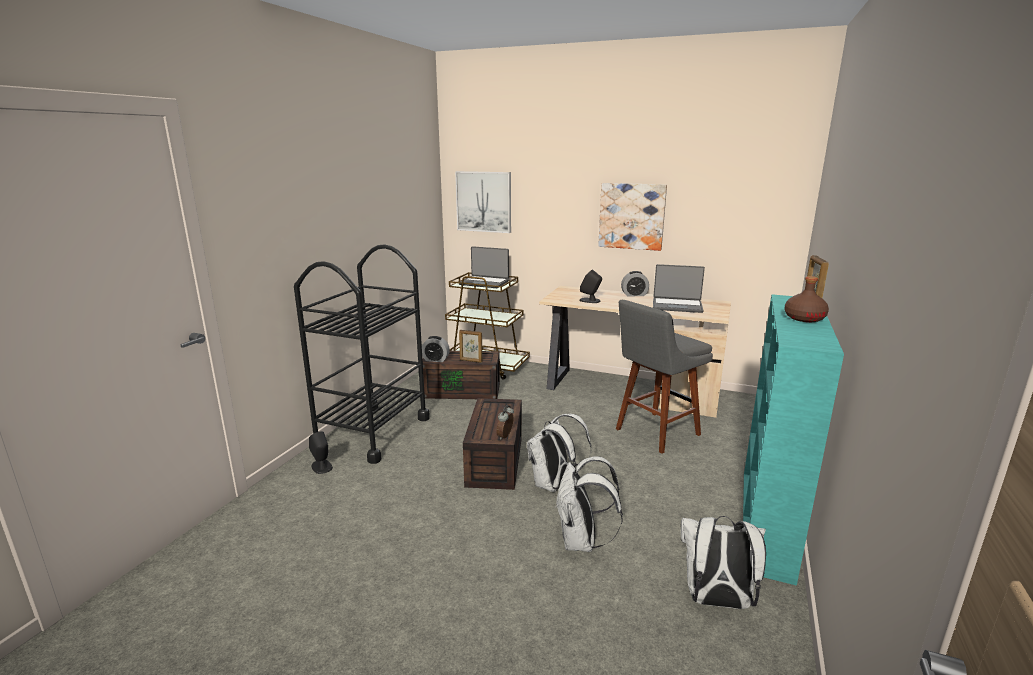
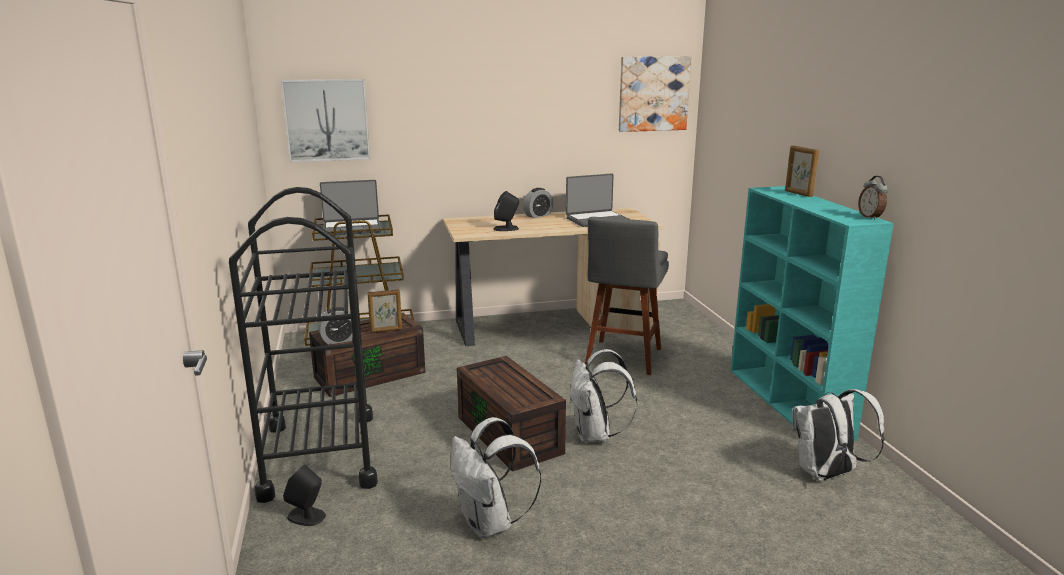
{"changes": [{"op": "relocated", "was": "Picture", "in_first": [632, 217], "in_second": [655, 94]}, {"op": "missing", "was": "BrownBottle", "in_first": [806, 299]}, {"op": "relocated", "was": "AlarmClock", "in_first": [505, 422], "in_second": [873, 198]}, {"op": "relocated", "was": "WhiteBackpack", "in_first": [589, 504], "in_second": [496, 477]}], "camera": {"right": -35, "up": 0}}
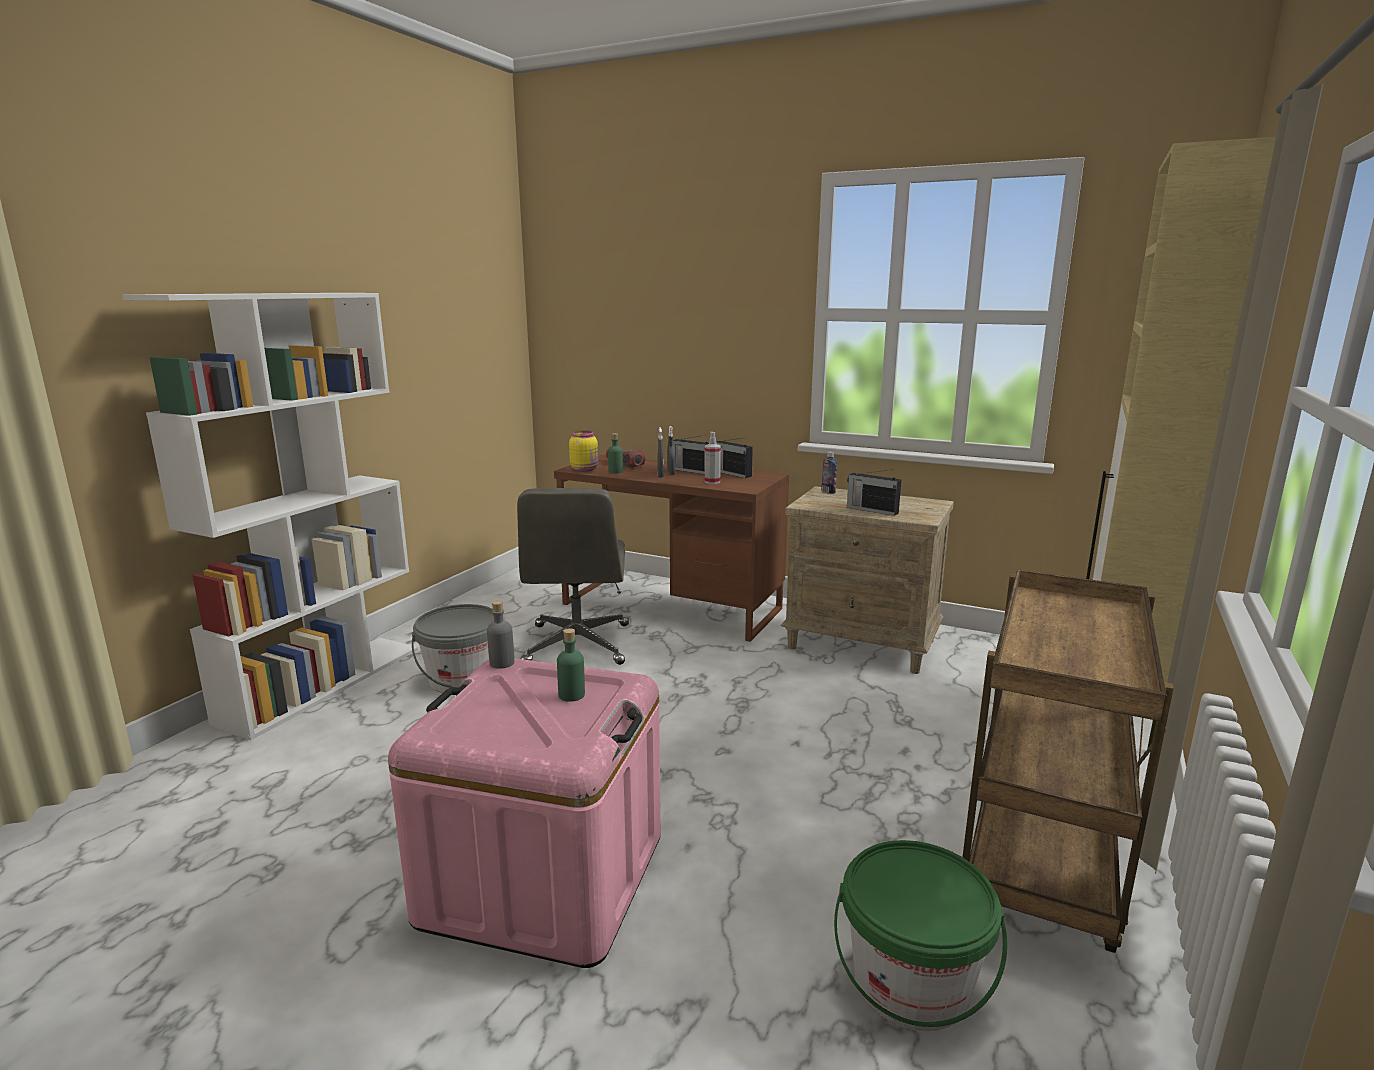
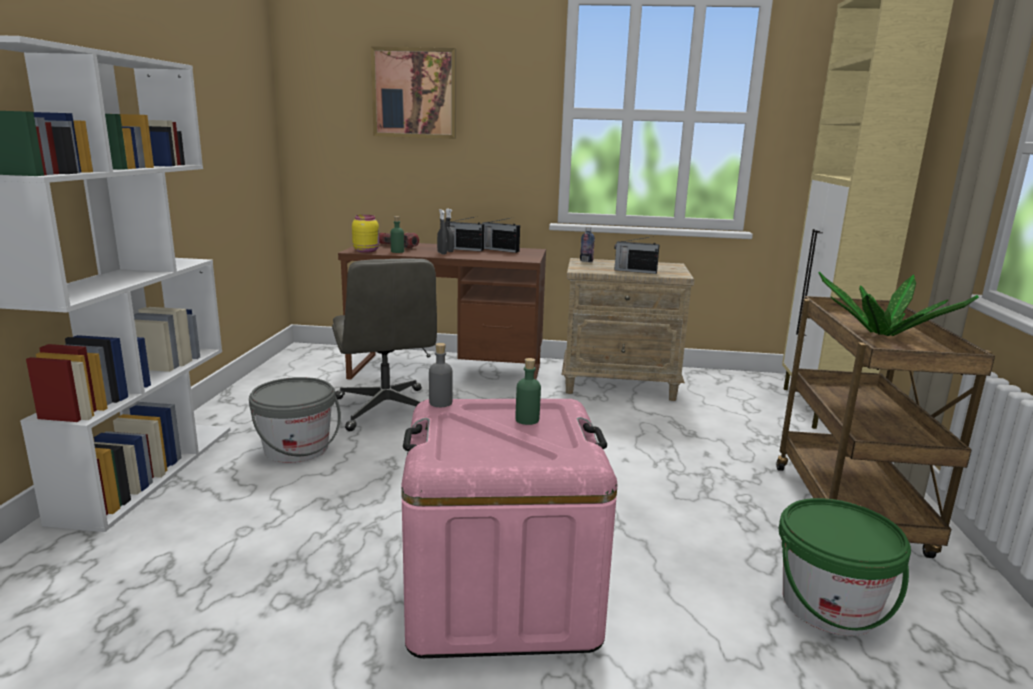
{"changes": [{"op": "missing", "was": "SprayBottle", "in_first": [712, 458]}, {"op": "appeared", "now": "Picture", "in_second": [413, 92]}, {"op": "appeared", "now": "PottedPlant", "in_second": [898, 304]}], "camera": {"right": -20, "up": 0}}
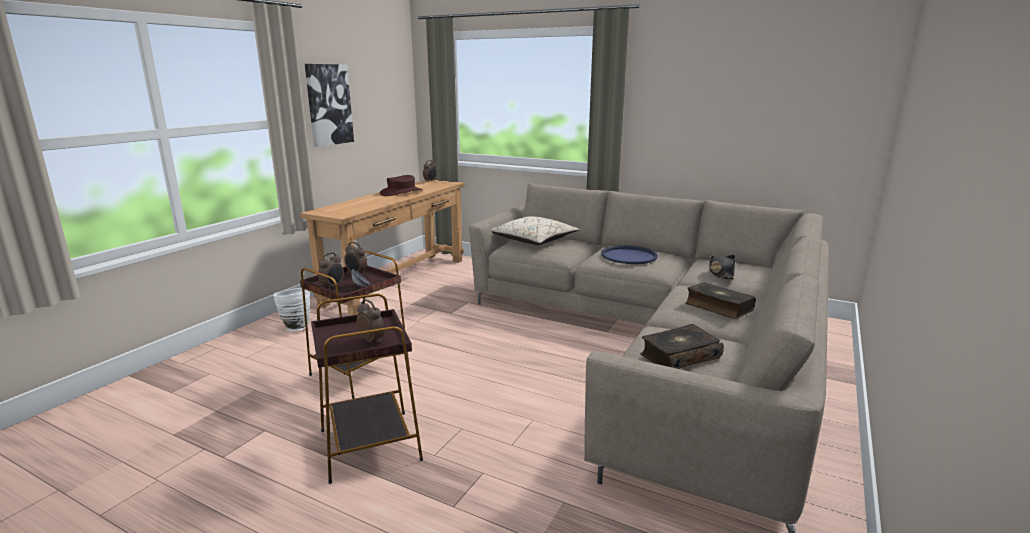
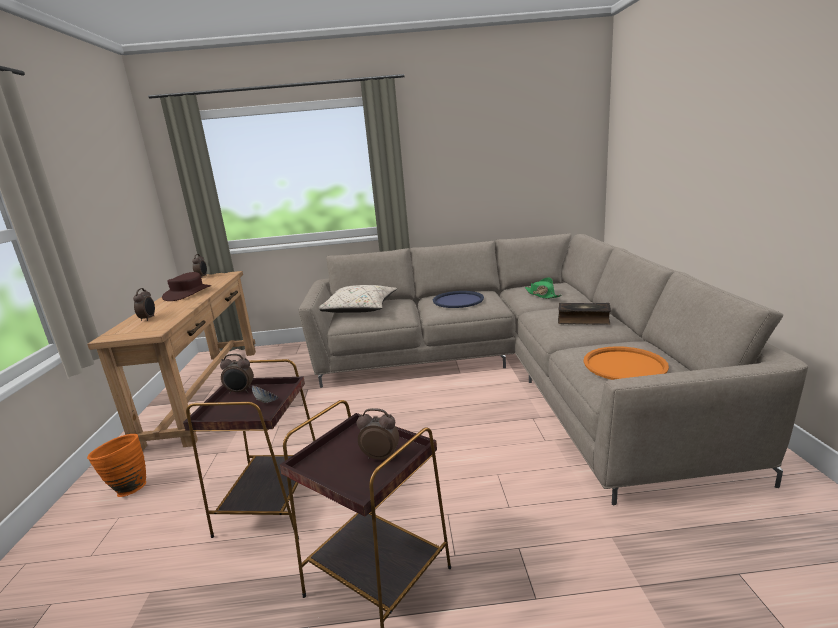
{"changes": [{"op": "missing", "was": "Picture", "in_first": [329, 105]}, {"op": "relocated", "was": "AlarmClock", "in_first": [331, 270], "in_second": [144, 304]}, {"op": "colour", "was": "BlackHat", "now": "GreenHat", "in_first": [722, 267], "in_second": [543, 288]}, {"op": "colour", "was": "WhiteVase", "now": "OrangeVase", "in_first": [291, 309], "in_second": [116, 465]}, {"op": "exchanged", "was": "Book", "now": "OrangeTray", "in_first": [682, 346], "in_second": [626, 363]}], "camera": {"right": -30, "up": 0}}
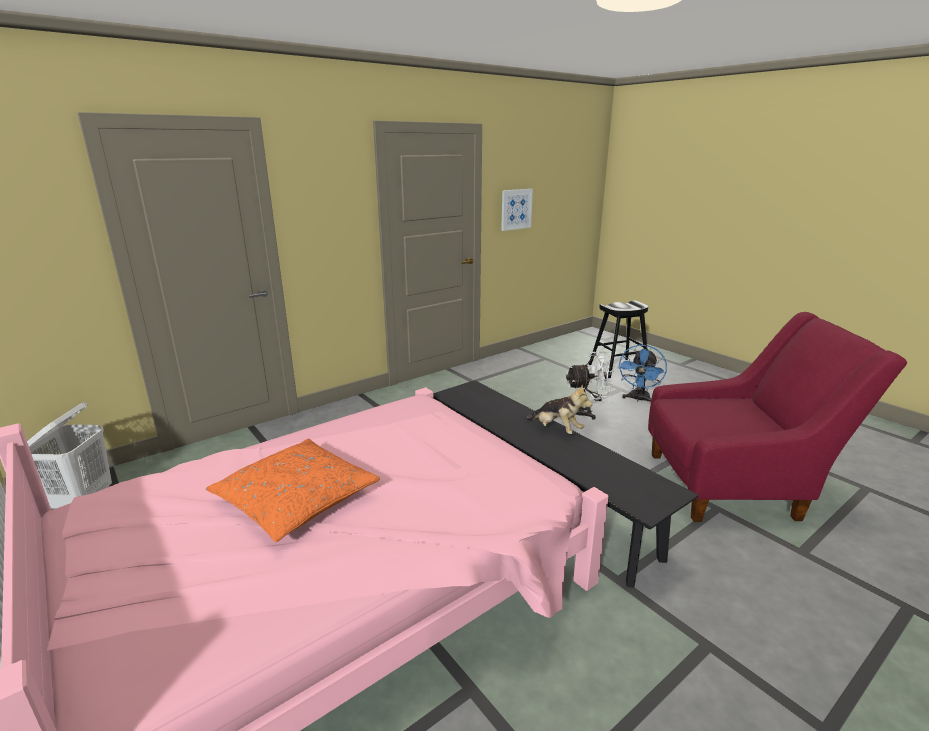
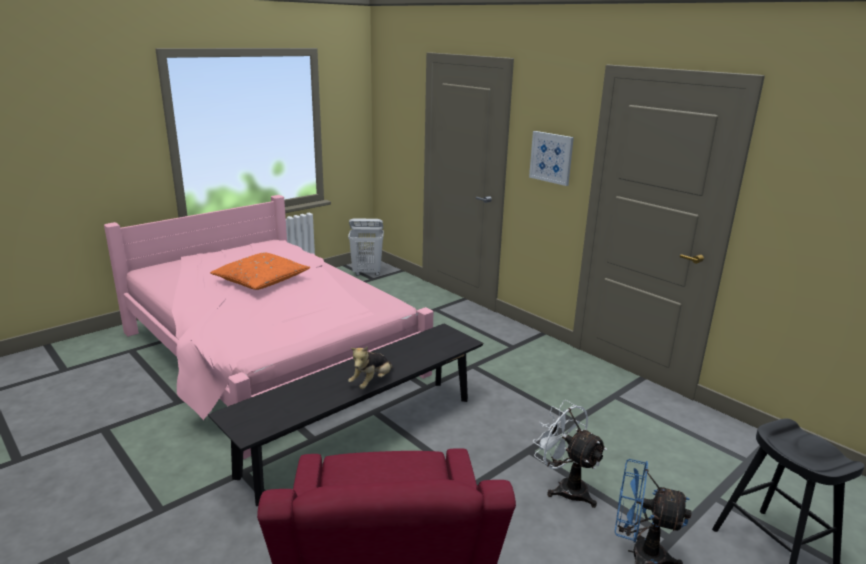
{"changes": [{"op": "relocated", "was": "Picture", "in_first": [517, 210], "in_second": [551, 158]}, {"op": "spun", "was": "WhiteFan", "in_first": [590, 386], "in_second": [570, 454], "clockwise": 150}], "camera": {"right": 85, "up": 0}}
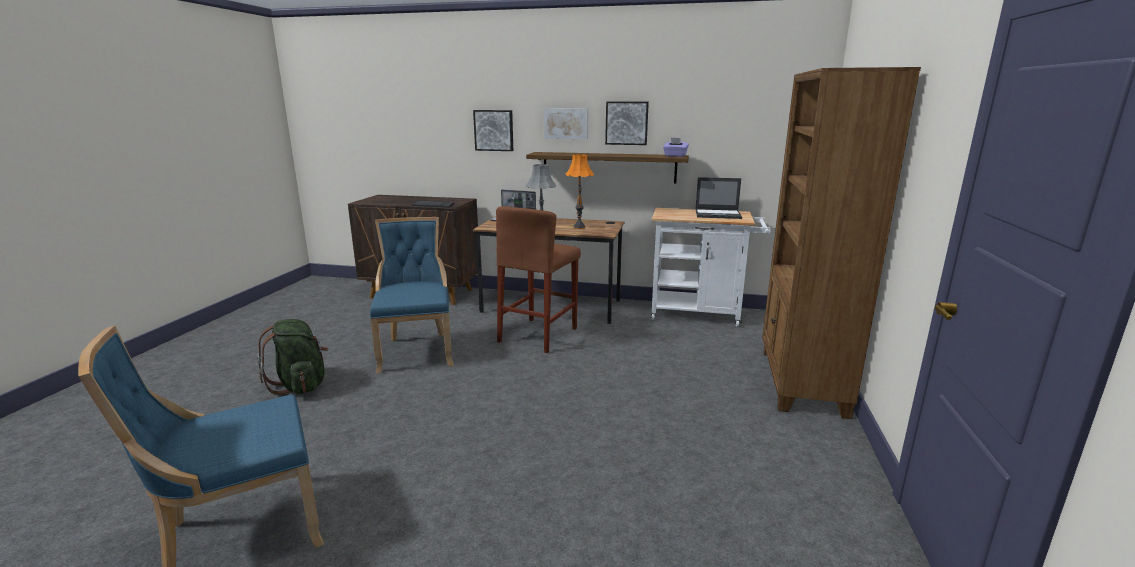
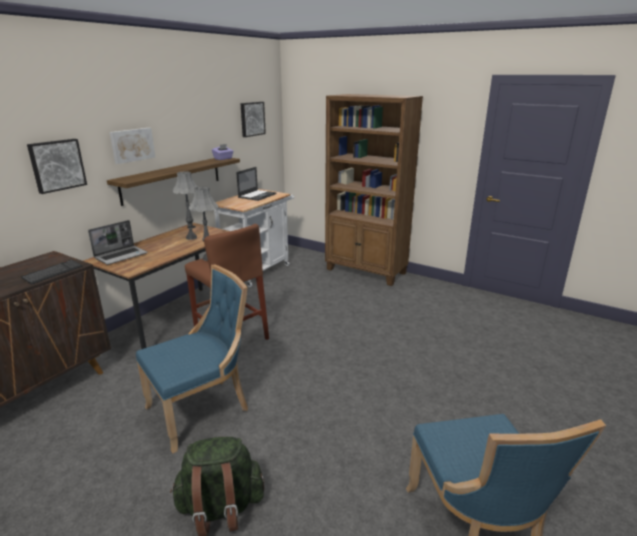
{"changes": [{"op": "relocated", "was": "Picture", "in_first": [627, 123], "in_second": [253, 119]}, {"op": "colour", "was": "OrangeTableLamp", "now": "GreyTableLamp", "in_first": [579, 191], "in_second": [184, 205]}, {"op": "spun", "was": "BlueChair", "in_first": [412, 295], "in_second": [192, 358], "clockwise": 135}], "camera": {"right": -70, "up": 5}}
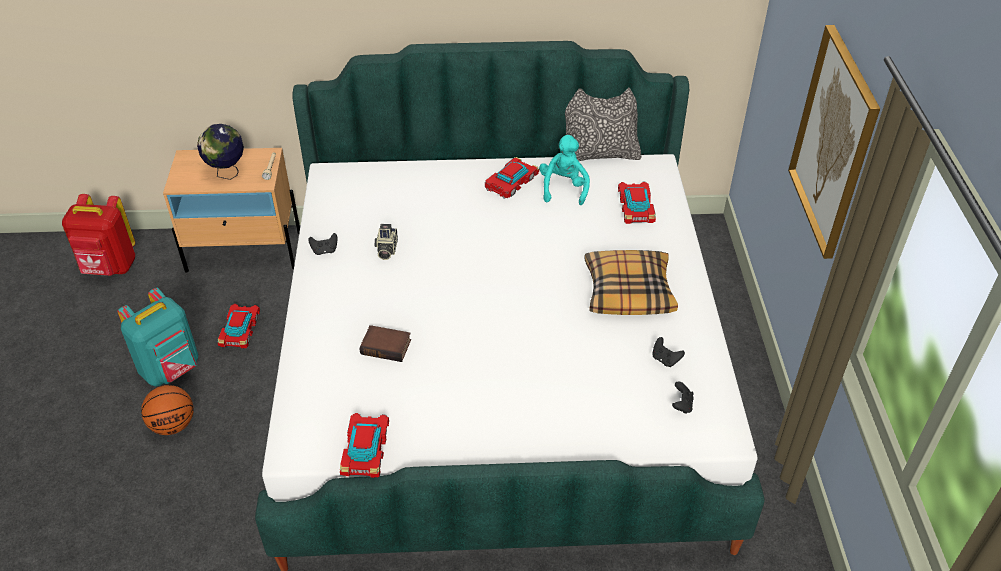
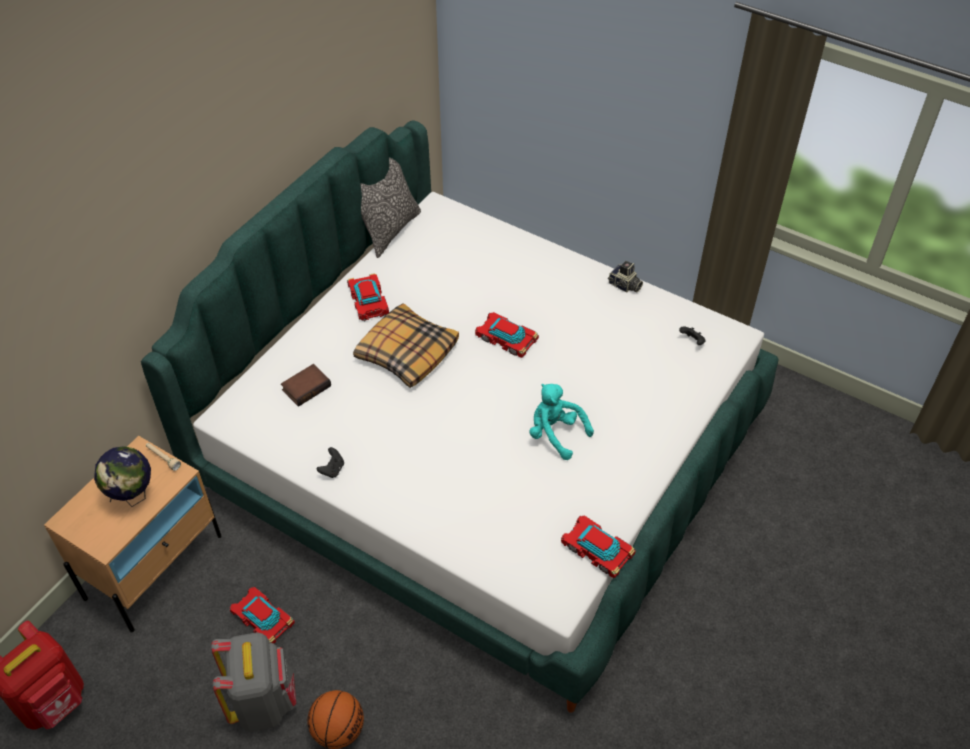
{"changes": [{"op": "missing", "was": "Picture", "in_first": [834, 142]}, {"op": "relocated", "was": "TurquoisePlushToy", "in_first": [564, 170], "in_second": [562, 422]}, {"op": "relocated", "was": "ToyCar", "in_first": [637, 203], "in_second": [507, 335]}, {"op": "relocated", "was": "PhotoCamera", "in_first": [386, 242], "in_second": [625, 277]}, {"op": "relocated", "was": "Pillow", "in_first": [631, 282], "in_second": [406, 345]}, {"op": "colour", "was": "TurquoiseBackpack", "now": "GreyBackpack", "in_first": [157, 337], "in_second": [253, 682]}, {"op": "relocated", "was": "Book", "in_first": [385, 343], "in_second": [306, 385]}, {"op": "missing", "was": "BlackGameController", "in_first": [668, 352]}], "camera": {"right": -55, "up": 5}}
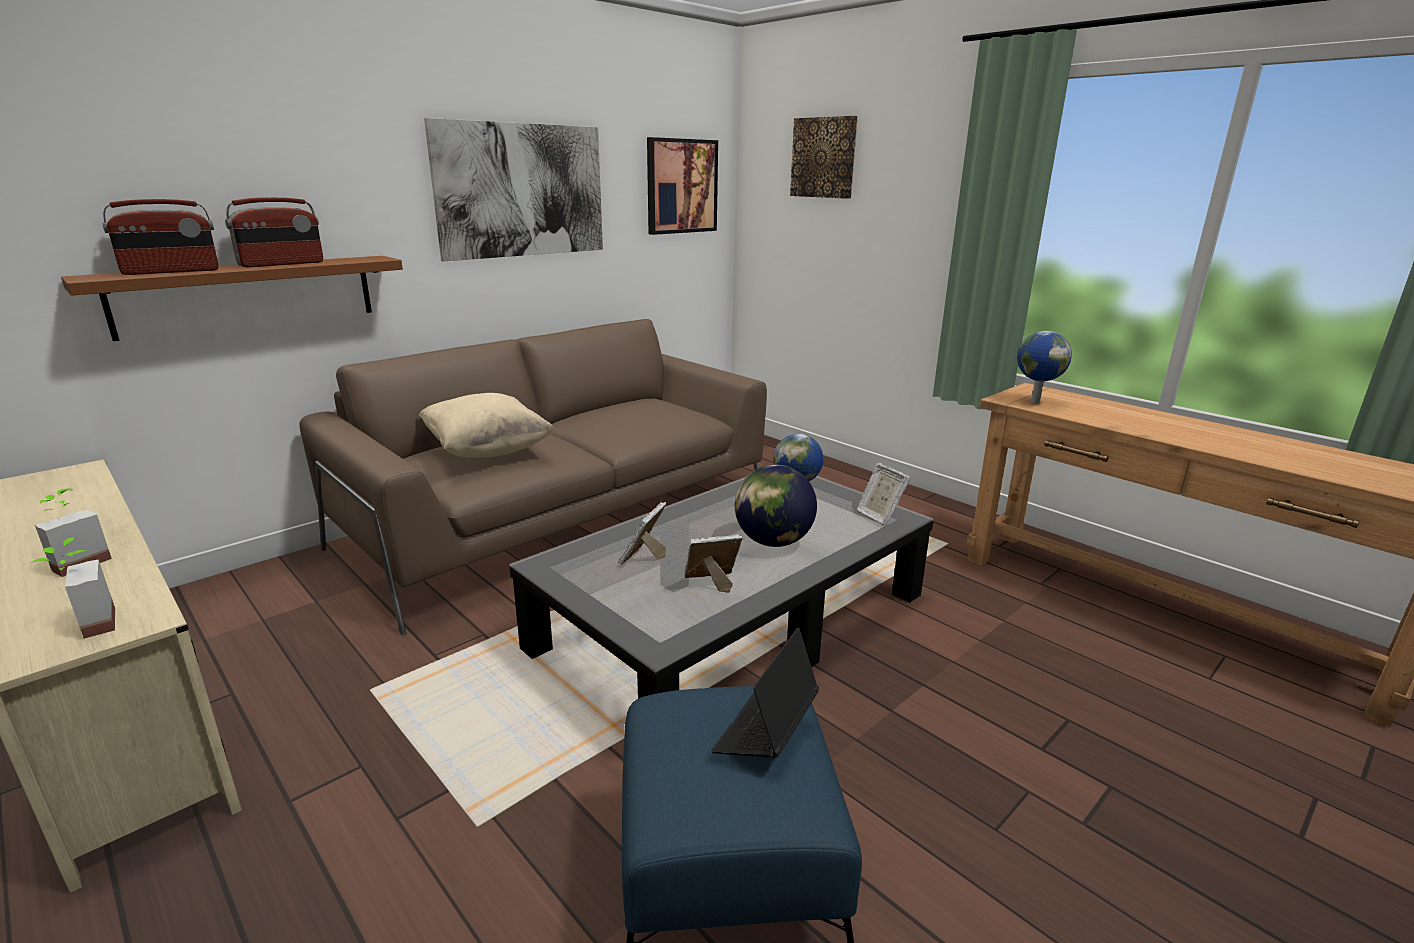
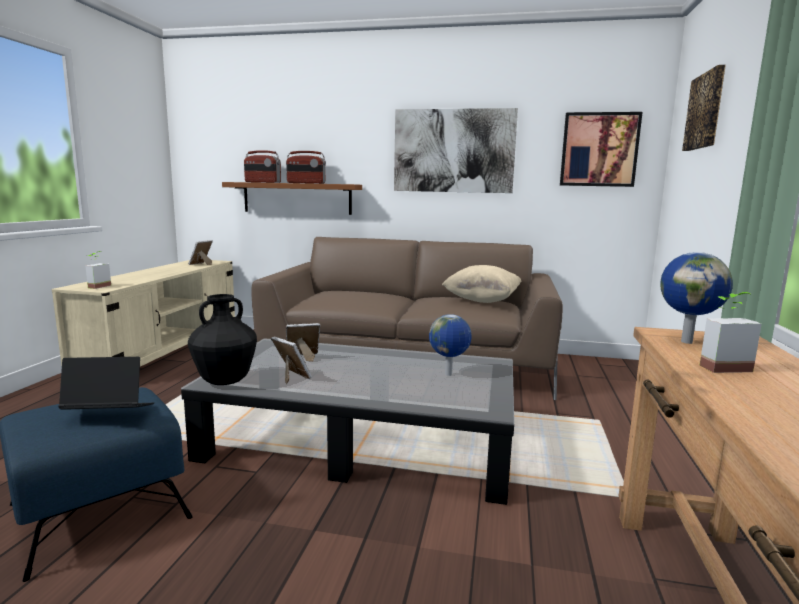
{"changes": [{"op": "relocated", "was": "BeigePillow", "in_first": [486, 425], "in_second": [481, 284]}, {"op": "relocated", "was": "PictureFrame", "in_first": [883, 494], "in_second": [200, 252]}, {"op": "missing", "was": "Globe", "in_first": [776, 506]}, {"op": "relocated", "was": "PottedPlant", "in_first": [73, 532], "in_second": [730, 332]}, {"op": "appeared", "now": "BlackVase", "in_second": [222, 339]}], "camera": {"right": 55, "up": -10}}
